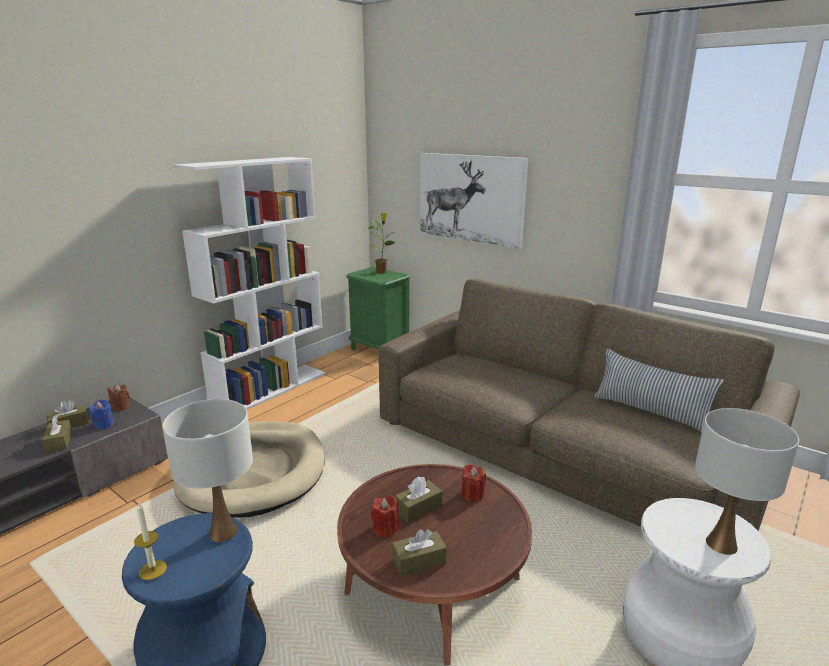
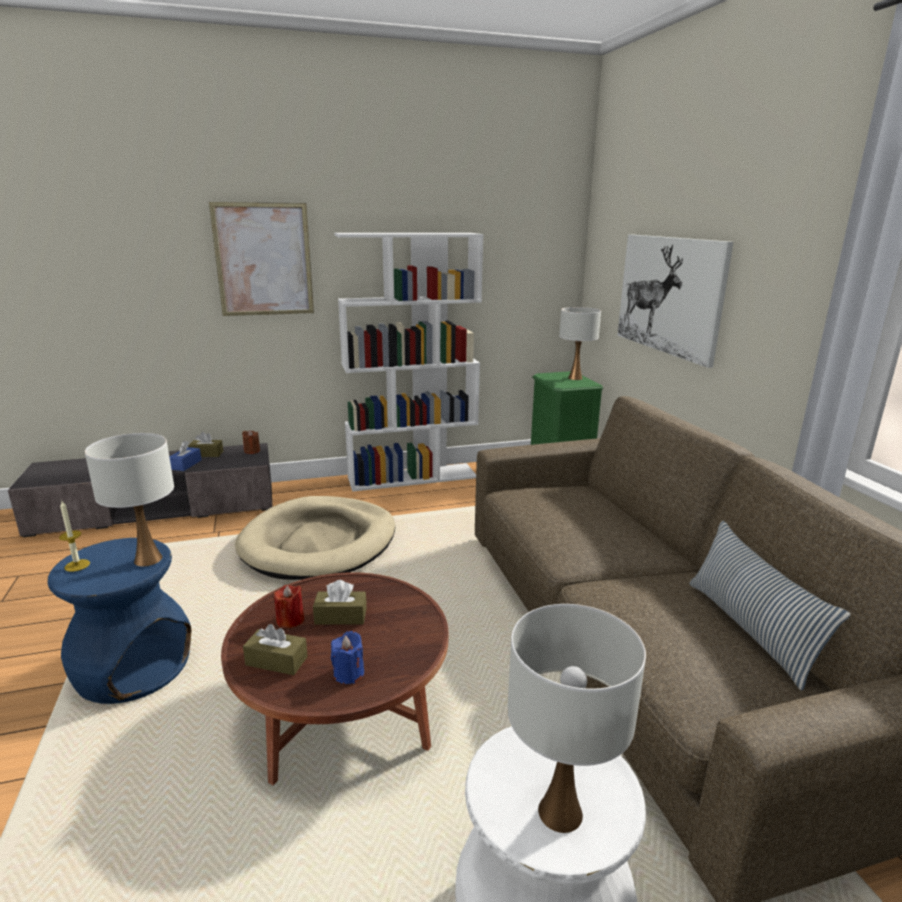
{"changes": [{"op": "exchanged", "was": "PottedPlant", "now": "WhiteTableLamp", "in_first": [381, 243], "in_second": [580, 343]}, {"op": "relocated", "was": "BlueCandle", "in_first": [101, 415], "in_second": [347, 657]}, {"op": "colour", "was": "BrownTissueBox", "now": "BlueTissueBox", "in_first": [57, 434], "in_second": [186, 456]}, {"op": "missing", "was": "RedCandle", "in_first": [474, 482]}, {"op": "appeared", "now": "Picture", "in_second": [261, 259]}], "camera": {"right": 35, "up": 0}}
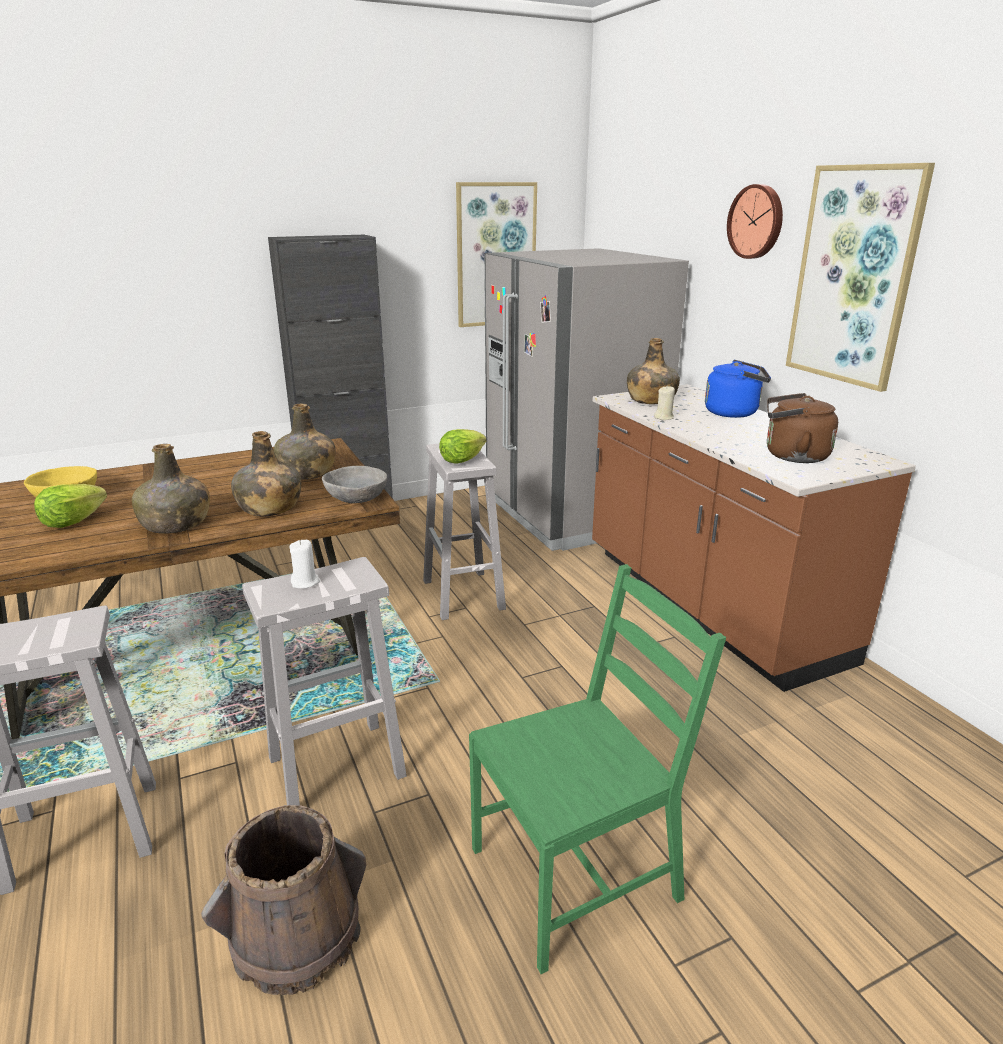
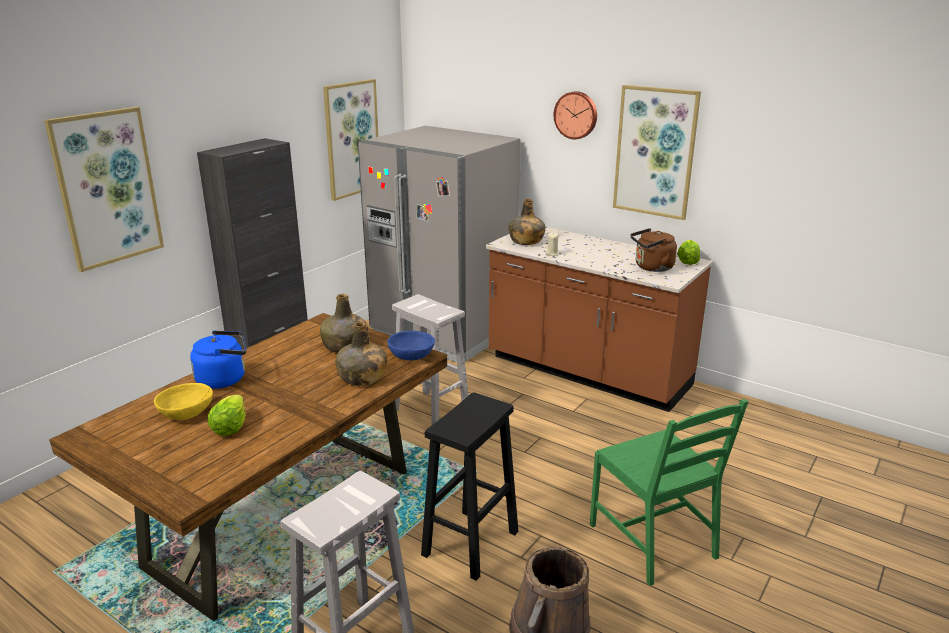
{"changes": [{"op": "relocated", "was": "BlueKettle", "in_first": [738, 389], "in_second": [218, 360]}, {"op": "relocated", "was": "Lettuce", "in_first": [462, 446], "in_second": [688, 252]}, {"op": "missing", "was": "GreenBottle", "in_first": [171, 489]}, {"op": "colour", "was": "GreyBowl", "now": "BlueBowl", "in_first": [354, 484], "in_second": [411, 345]}, {"op": "missing", "was": "WhiteCandle", "in_first": [305, 564]}, {"op": "colour", "was": "WhiteStool", "now": "BlackStool", "in_first": [324, 681], "in_second": [469, 486]}, {"op": "spun", "was": "GreenChair", "in_first": [597, 769], "in_second": [669, 492], "clockwise": 120}, {"op": "appeared", "now": "Picture", "in_second": [104, 189]}], "camera": {"right": -30, "up": 0}}
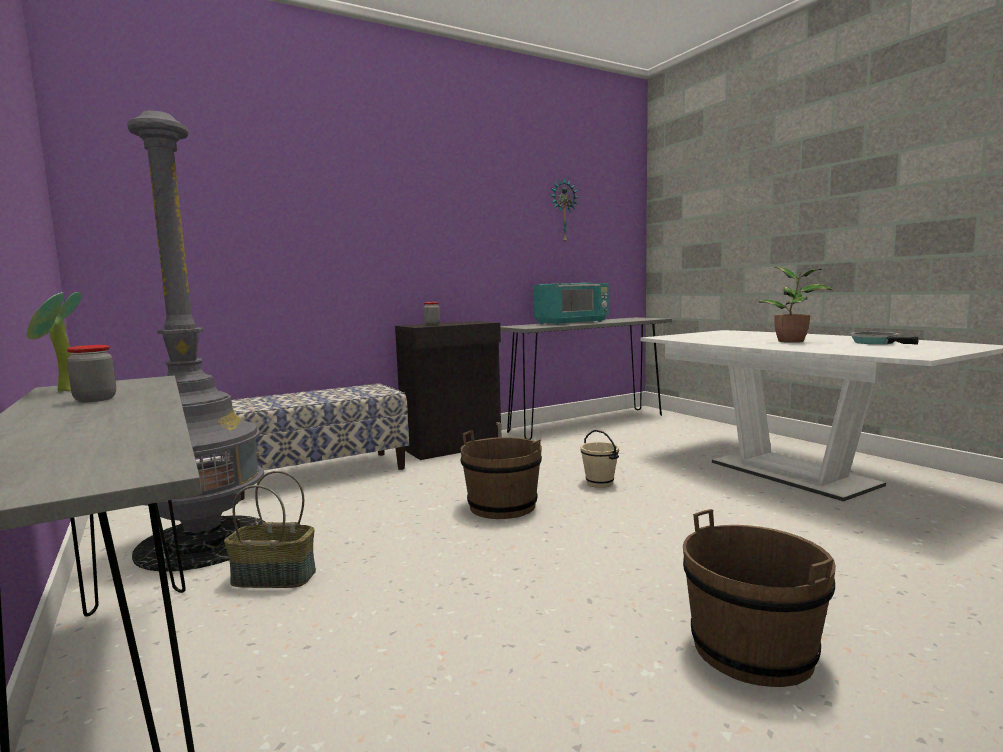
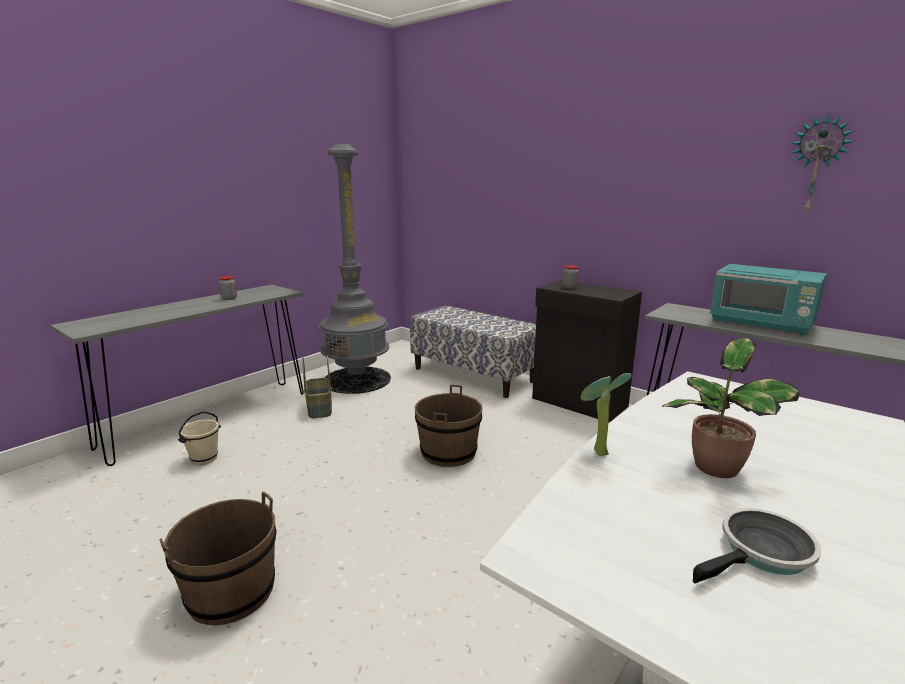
{"changes": [{"op": "relocated", "was": "PottedPlant", "in_first": [54, 341], "in_second": [606, 414]}, {"op": "relocated", "was": "BeigeBucket", "in_first": [599, 459], "in_second": [199, 438]}], "camera": {"right": 70, "up": 10}}
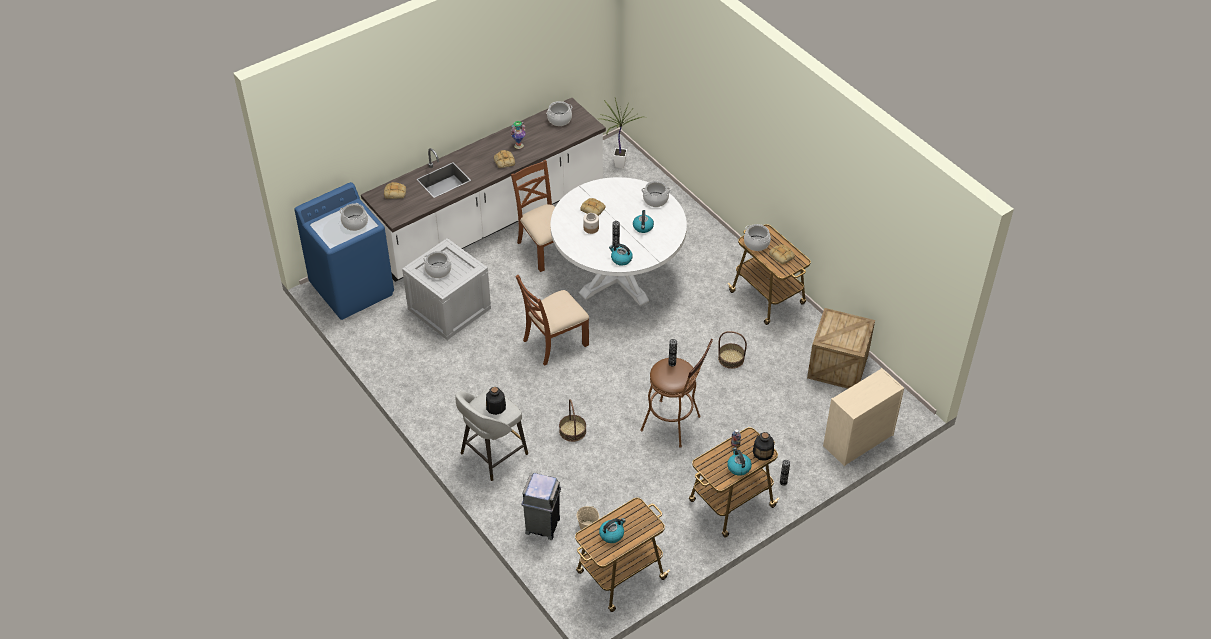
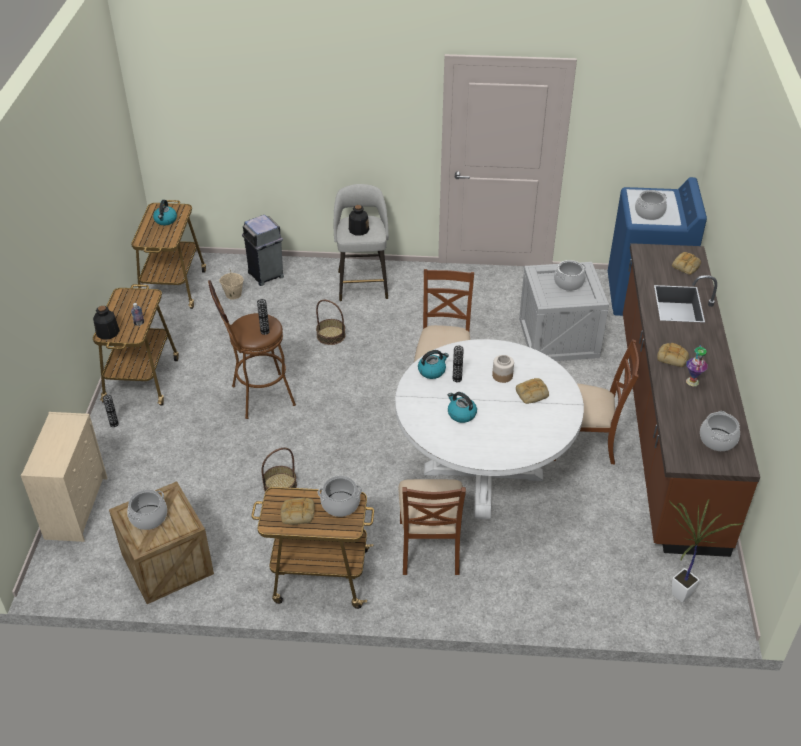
{"changes": [{"op": "colour", "was": "WhiteCounter", "now": "BrownCounter", "in_first": [483, 190], "in_second": [691, 400]}, {"op": "relocated", "was": "CookingPot", "in_first": [656, 194], "in_second": [147, 510]}, {"op": "missing", "was": "Kettle", "in_first": [739, 462]}, {"op": "appeared", "now": "BrownChair", "in_second": [432, 527]}], "camera": {"right": 130, "up": -5}}
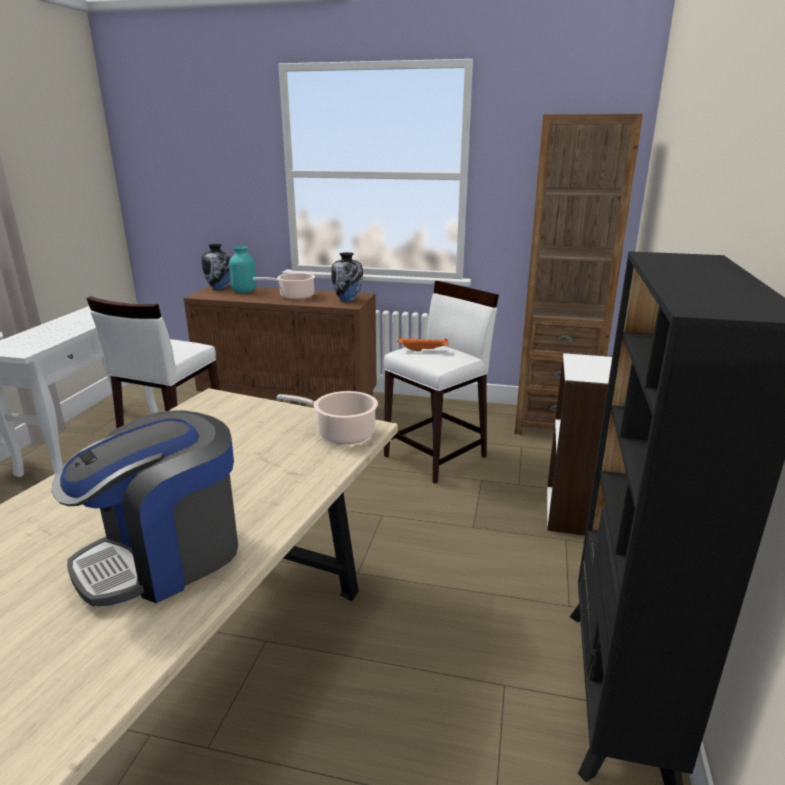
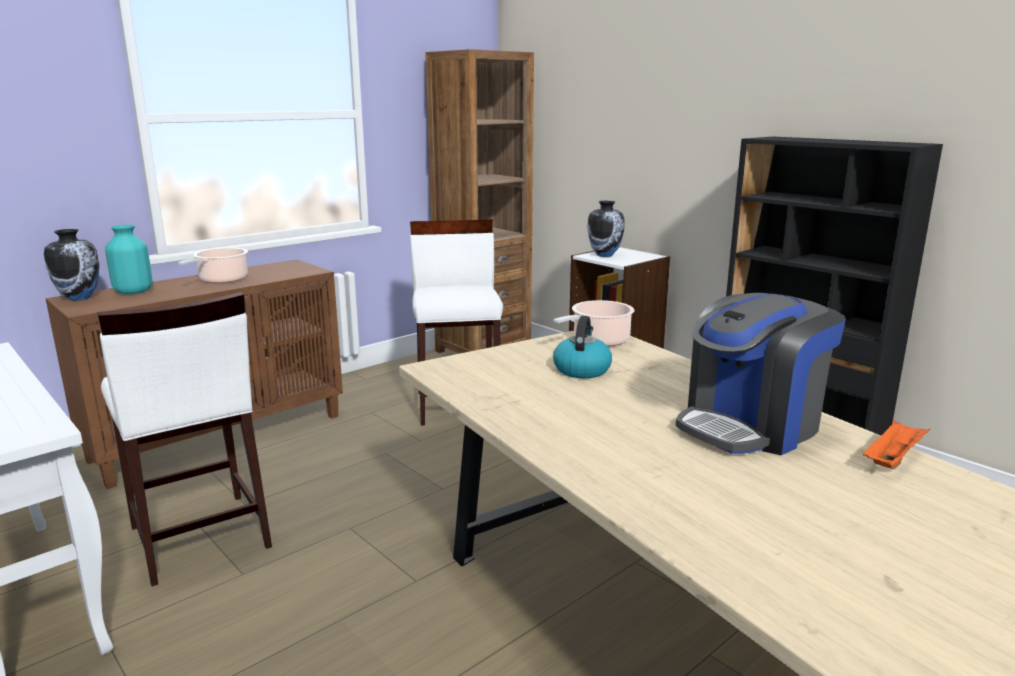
{"changes": [{"op": "relocated", "was": "Vase", "in_first": [347, 277], "in_second": [606, 229]}, {"op": "relocated", "was": "OrangeTray", "in_first": [423, 344], "in_second": [896, 444]}, {"op": "spun", "was": "CoffeeMachine", "in_first": [145, 508], "in_second": [761, 374], "clockwise": 60}, {"op": "appeared", "now": "Kettle", "in_second": [582, 347]}], "camera": {"right": -55, "up": -5}}
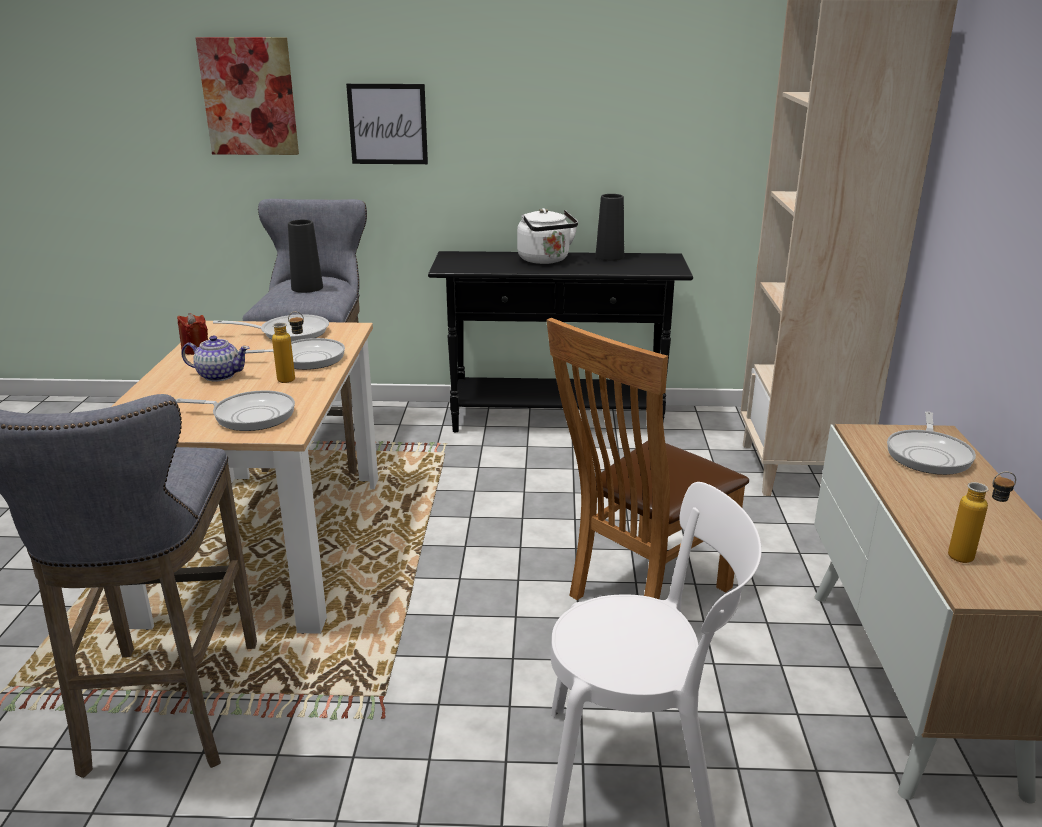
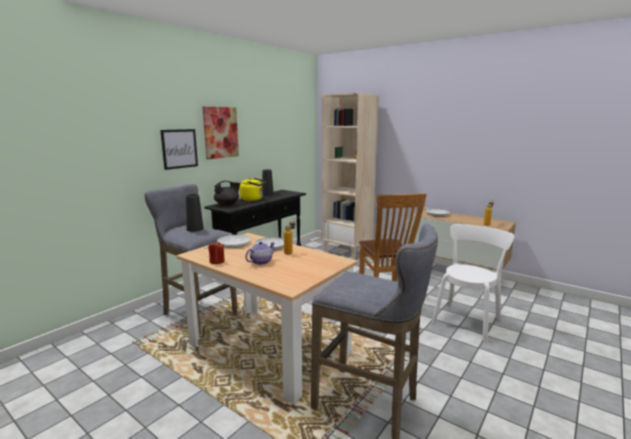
{"changes": [{"op": "relocated", "was": "Picture", "in_first": [247, 96], "in_second": [220, 133]}, {"op": "colour", "was": "WhiteKettle", "now": "YellowKettle", "in_first": [547, 236], "in_second": [253, 189]}, {"op": "missing", "was": "FryingPan", "in_first": [235, 410]}, {"op": "appeared", "now": "BlackTeapot", "in_second": [227, 193]}], "camera": {"right": -55, "up": -10}}
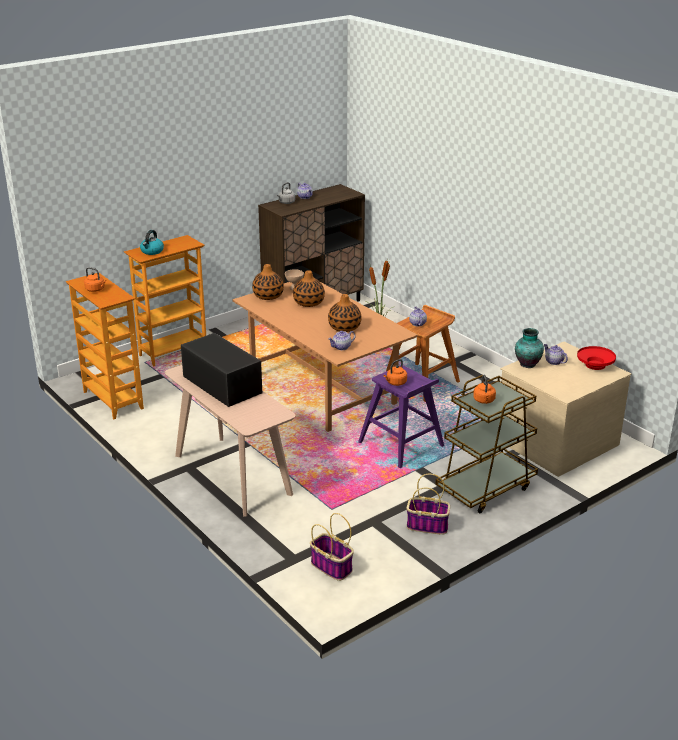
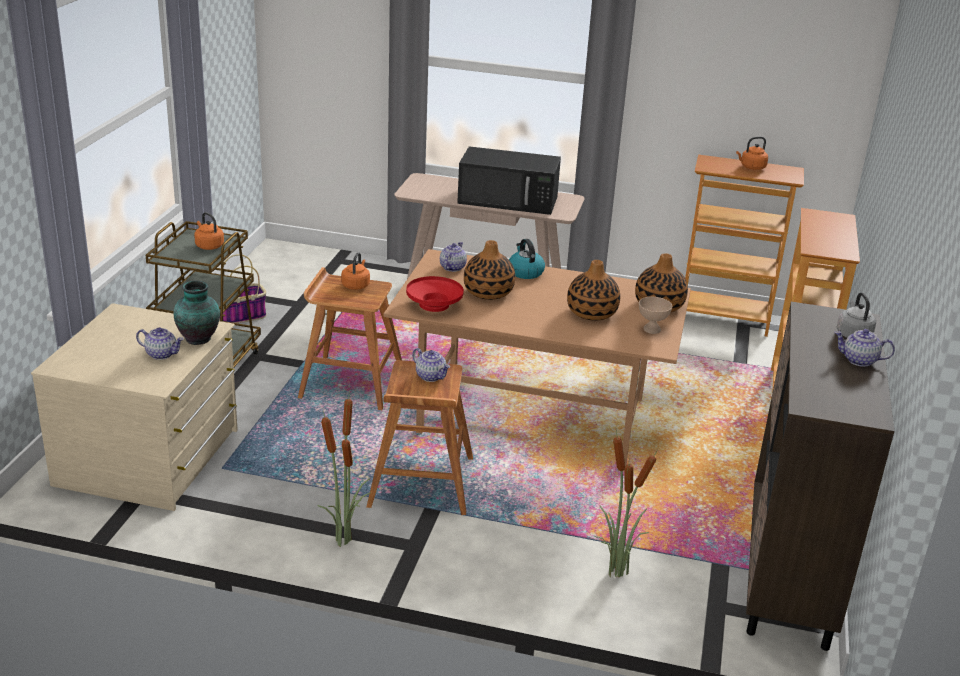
{"changes": [{"op": "relocated", "was": "Kettle", "in_first": [152, 242], "in_second": [527, 259]}, {"op": "relocated", "was": "RedBowl", "in_first": [596, 358], "in_second": [435, 294]}, {"op": "colour", "was": "PurpleStool", "now": "BrownStool", "in_first": [401, 416], "in_second": [350, 338]}, {"op": "missing", "was": "Basket", "in_first": [332, 547]}, {"op": "appeared", "now": "PottedPlant", "in_second": [344, 467]}], "camera": {"right": 140, "up": 0}}
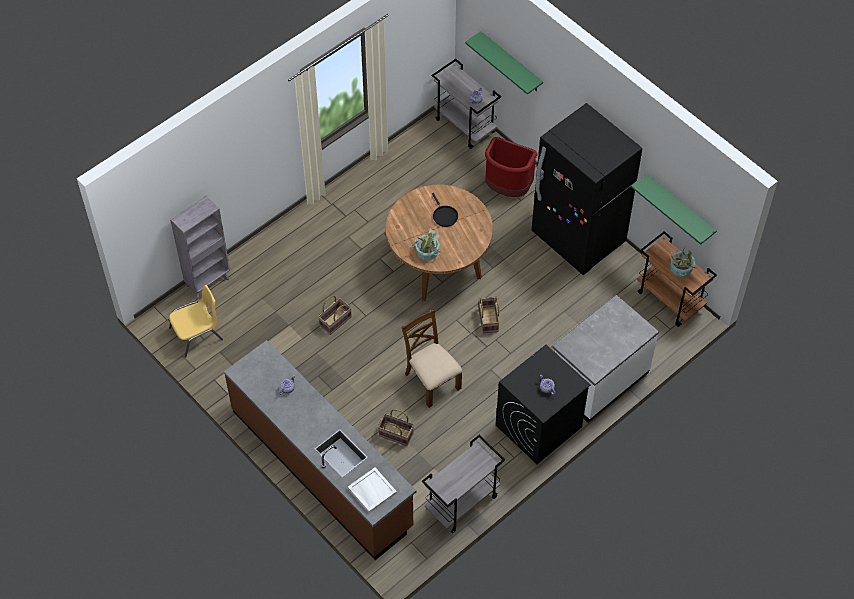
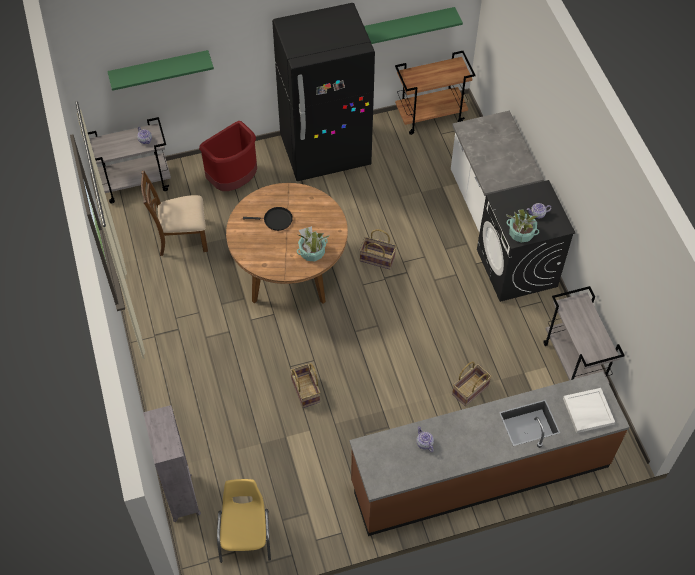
{"changes": [{"op": "relocated", "was": "PottedPlant", "in_first": [683, 263], "in_second": [522, 226]}, {"op": "relocated", "was": "BrownChair", "in_first": [432, 358], "in_second": [174, 213]}], "camera": {"right": -65, "up": 0}}
